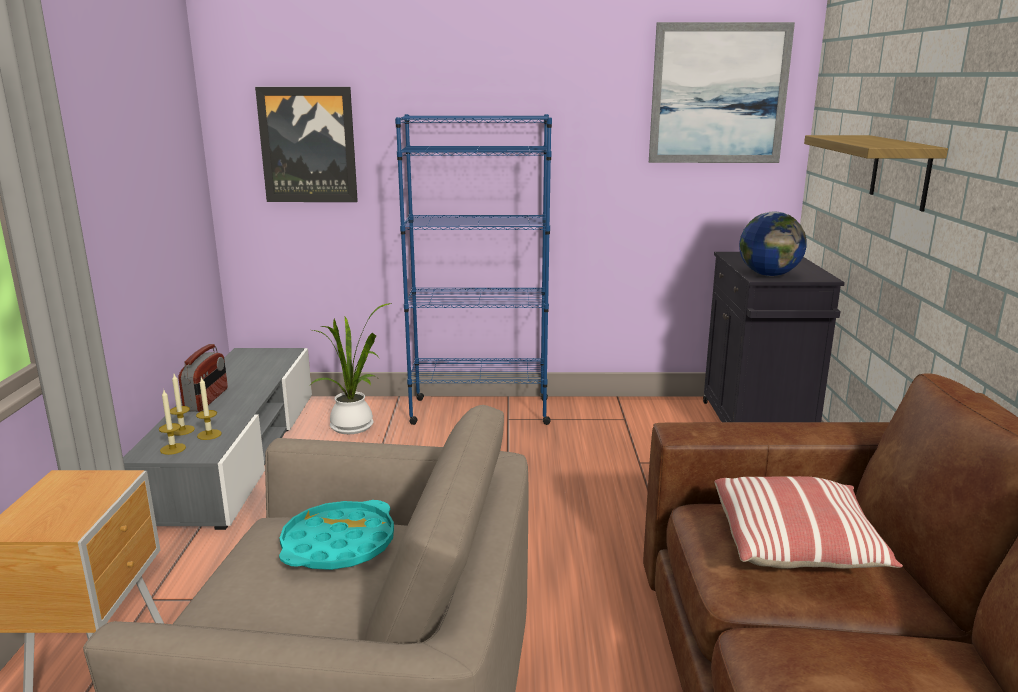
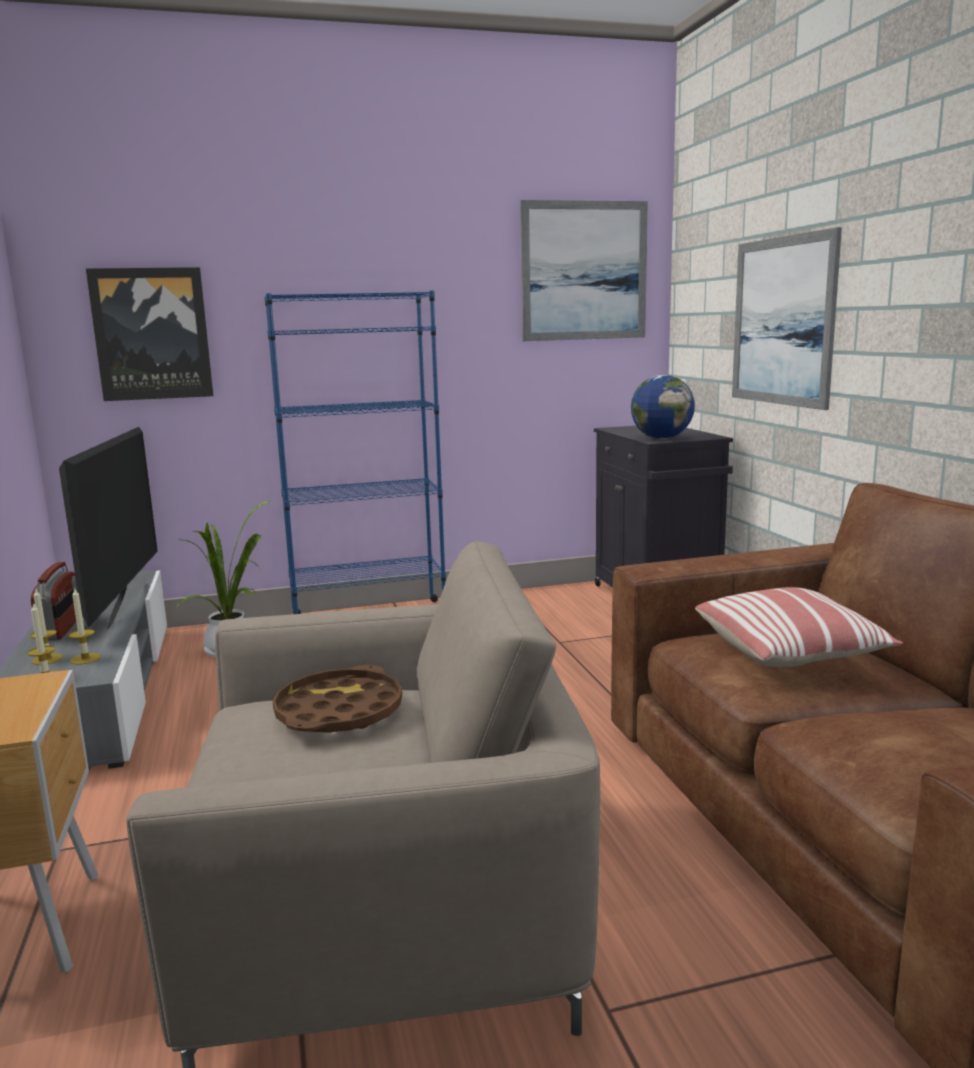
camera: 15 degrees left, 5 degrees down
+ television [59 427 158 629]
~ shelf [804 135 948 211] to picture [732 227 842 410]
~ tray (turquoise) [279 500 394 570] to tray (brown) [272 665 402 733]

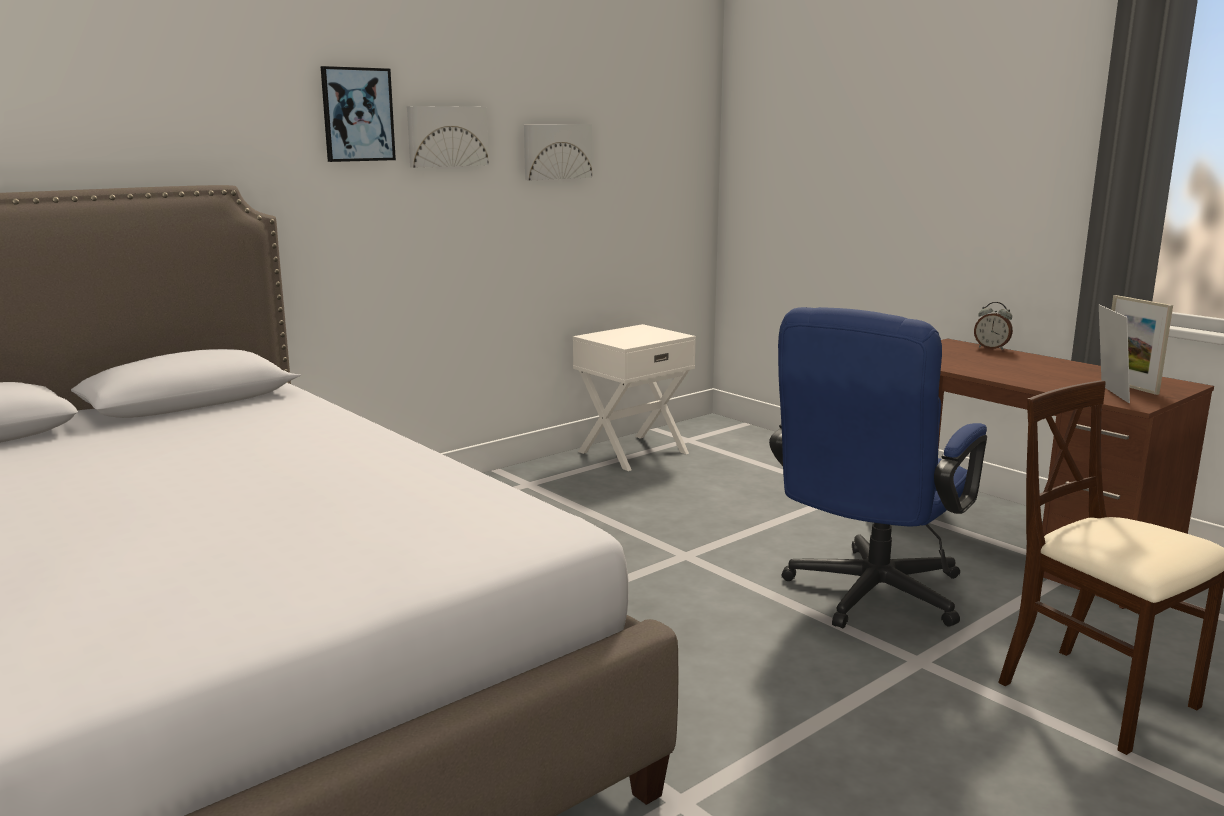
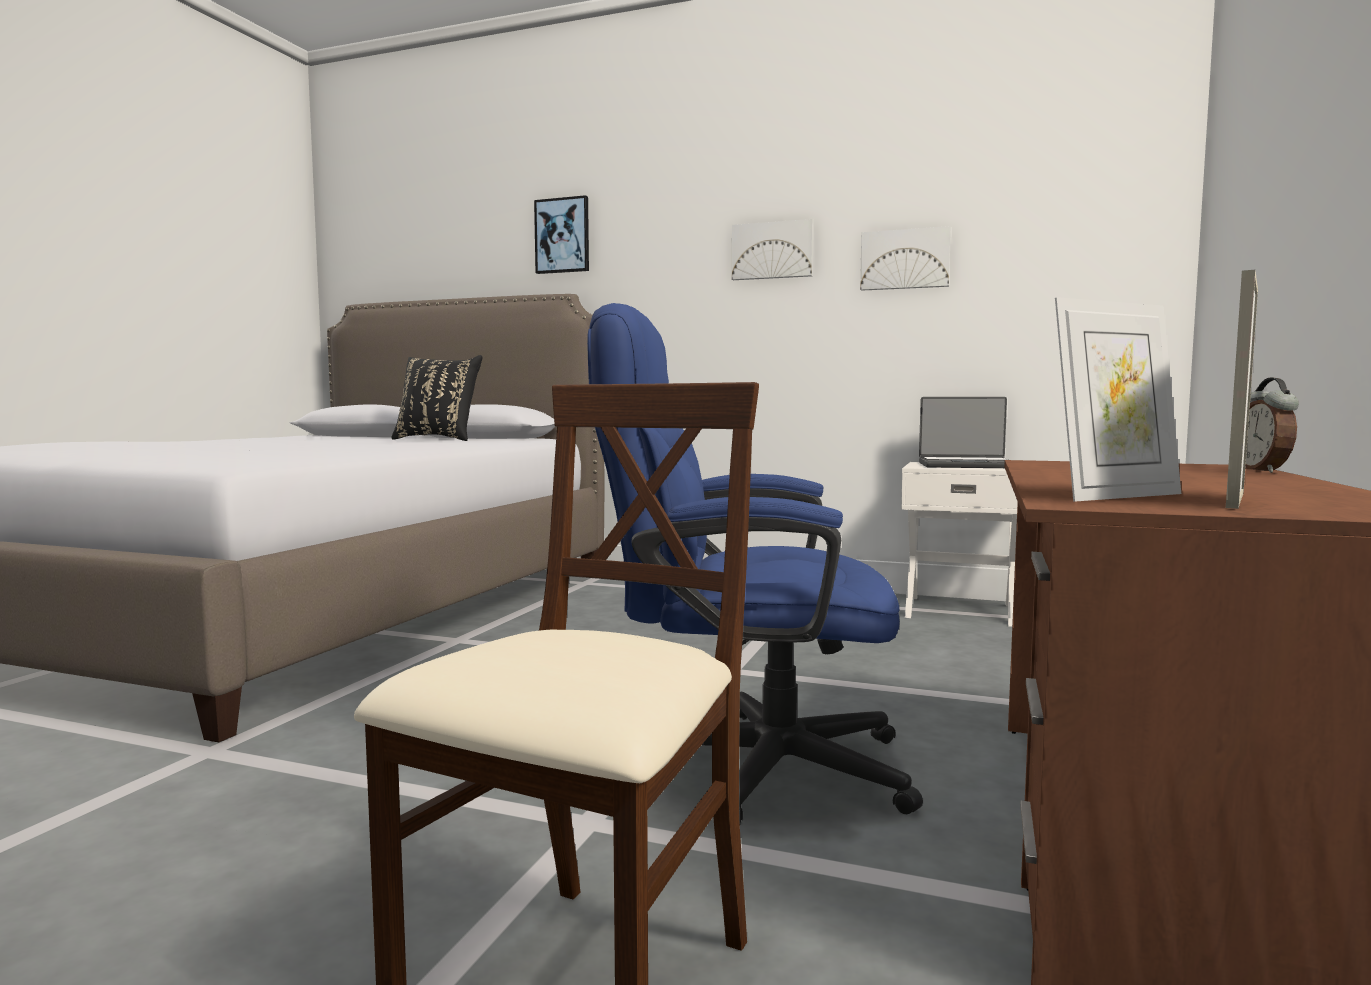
camera: 60 degrees right, 10 degrees down
+ pillow (black) [391 355 482 441]
+ laptop [919 397 1008 468]
~ picture [321 66 396 162] to [534 195 589 274]

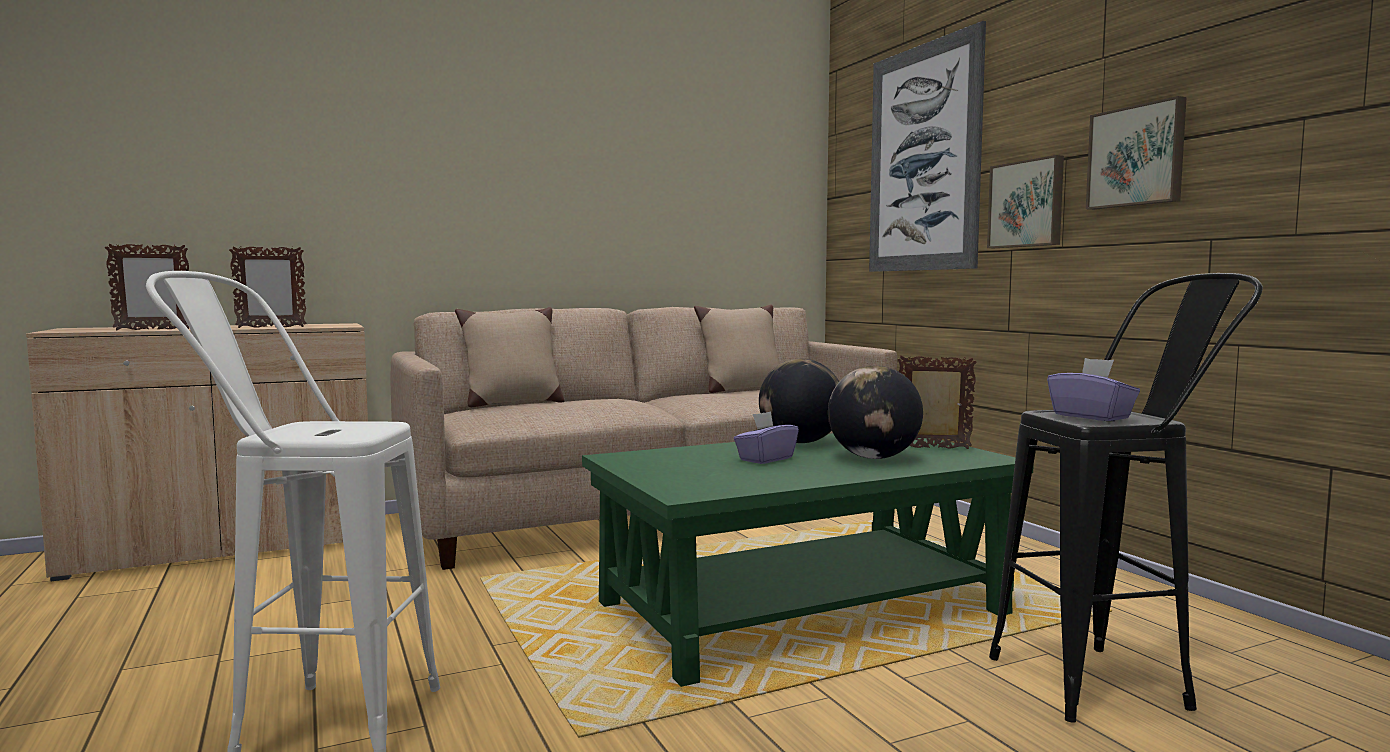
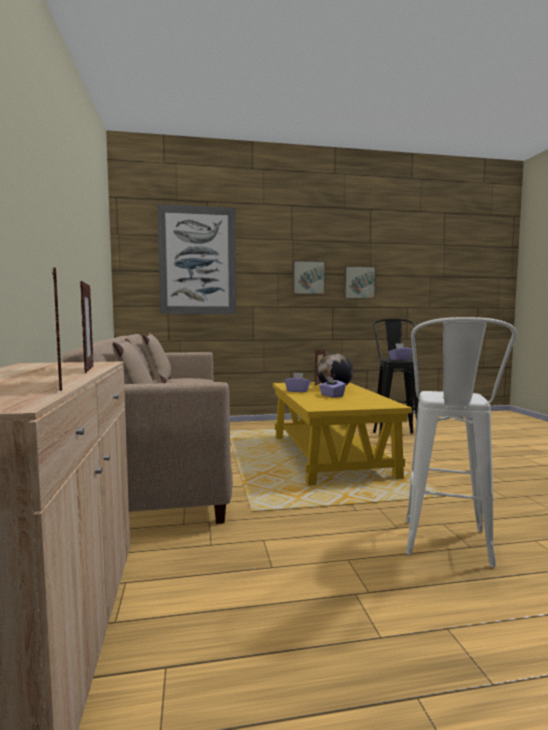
camera: 75 degrees left, 0 degrees up
~ picture [987 155 1064 248] to [343 266 376 299]
~ globe [759 359 839 443] to tissue box (purple) [285 373 310 392]
~ coffee table (green) [582 433 1034 687] to coffee table (yellow) [273 382 412 485]

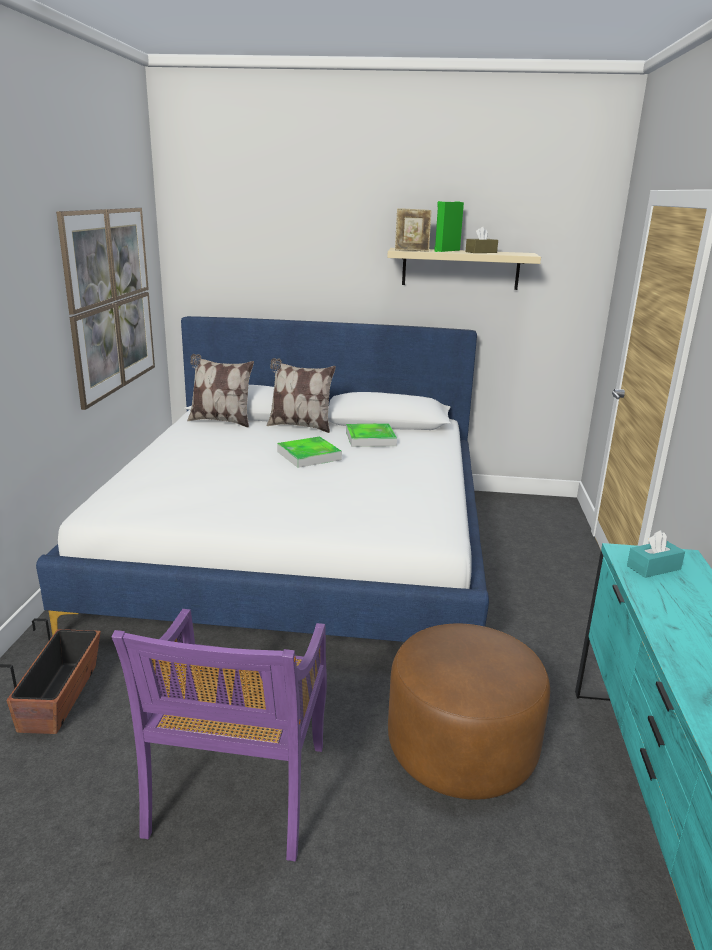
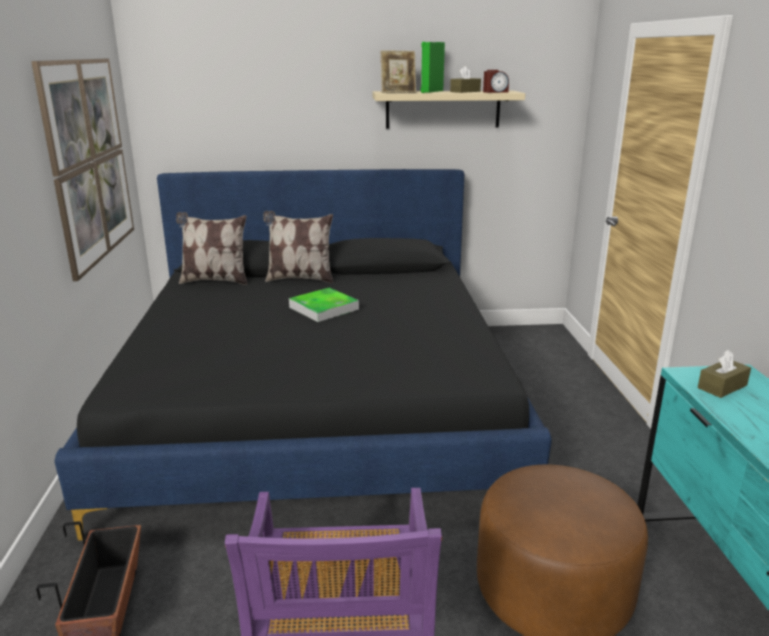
camera: 10 degrees left, 0 degrees up
- tray [346 423 397 447]
+ alarm clock [483 70 509 93]
~ bed (white) [36 316 489 642] to bed (black) [55 169 552 541]
~ tissue box (turquoise) [627 530 685 578] to tissue box (brown) [698 350 751 398]

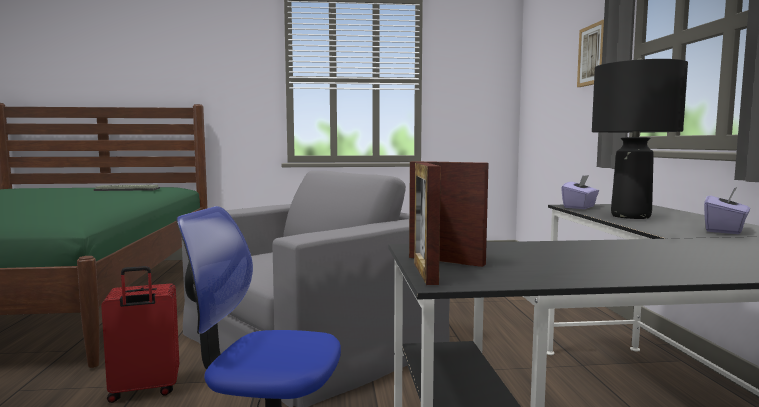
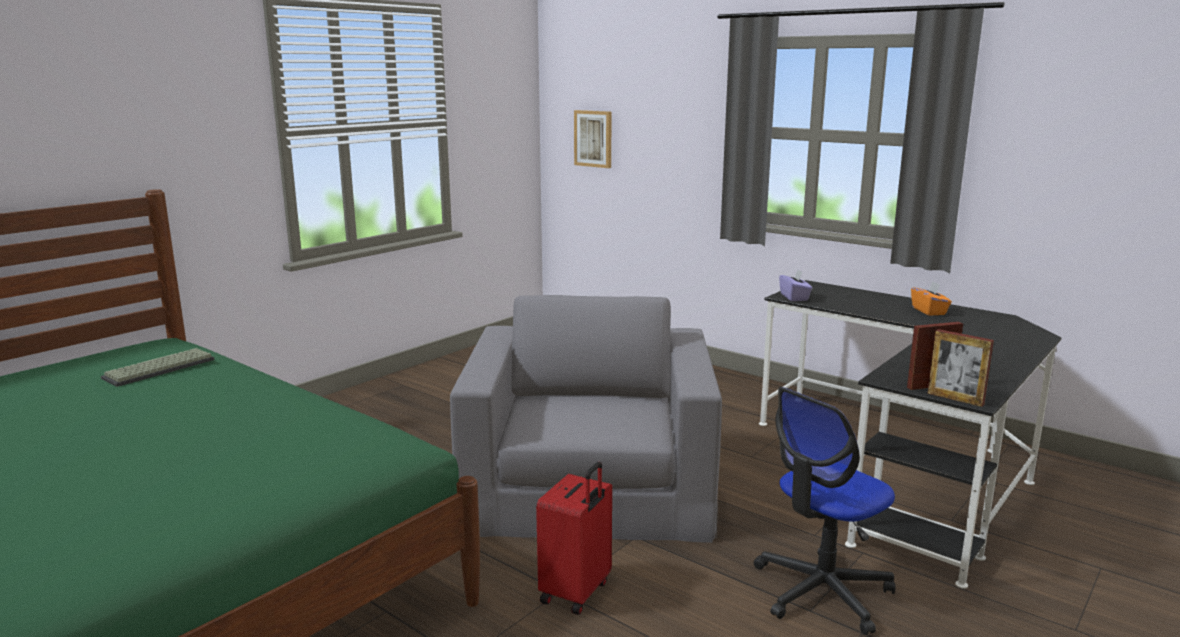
camera: 45 degrees left, 10 degrees up
- table lamp (black) [592 58 688 219]
~ picture [577 19 604 87] to [574 110 612 168]
~ tissue box (purple) [704 187 750 234] to tissue box (orange) [911 282 952 316]

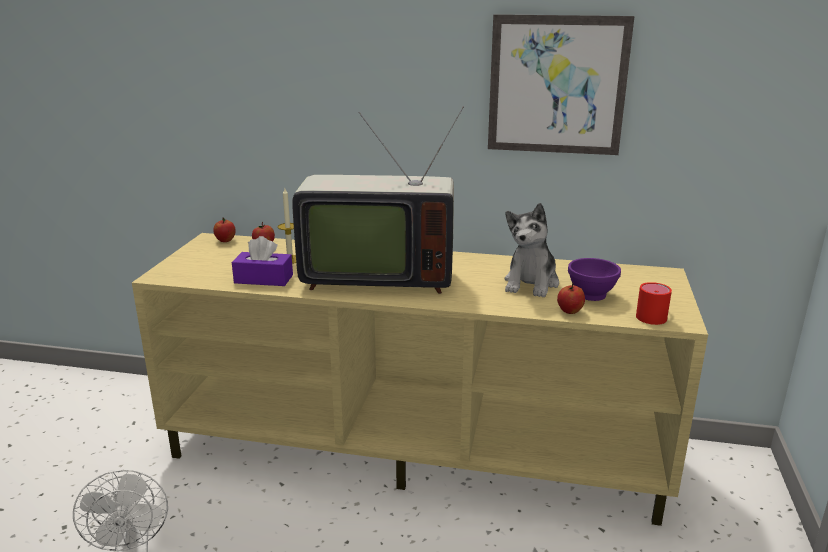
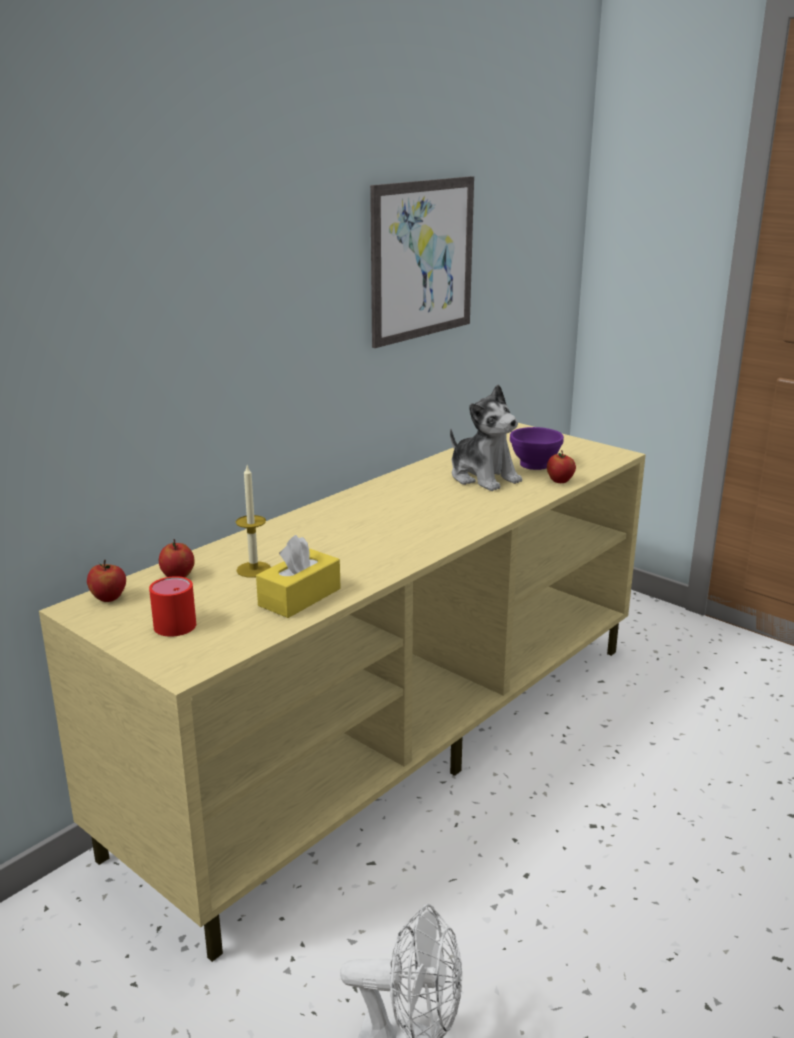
camera: 60 degrees left, 0 degrees up
- television [292 106 464 294]
~ mug (red) [636 282 672 325] to [149 576 196 637]
~ tissue box (purple) [232 236 293 286] to tissue box (yellow) [256 535 341 618]

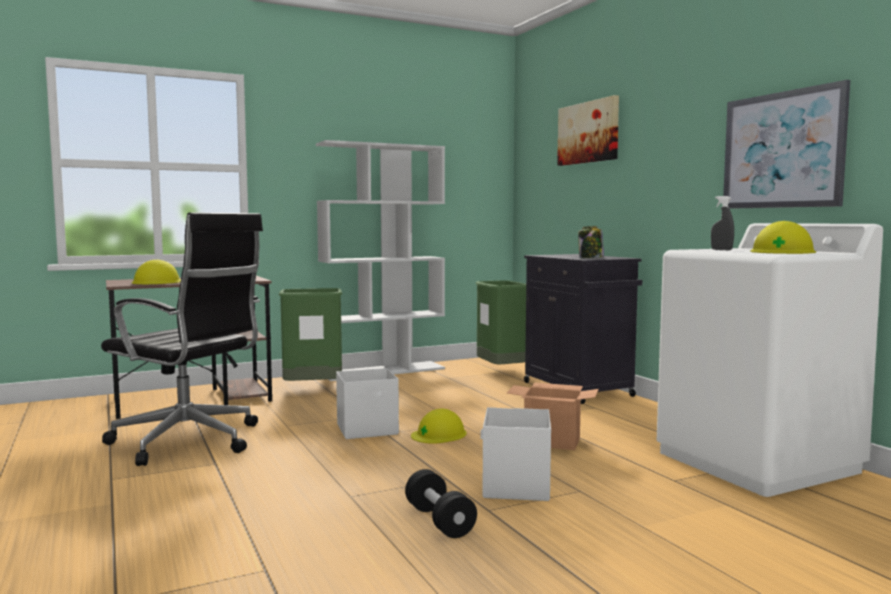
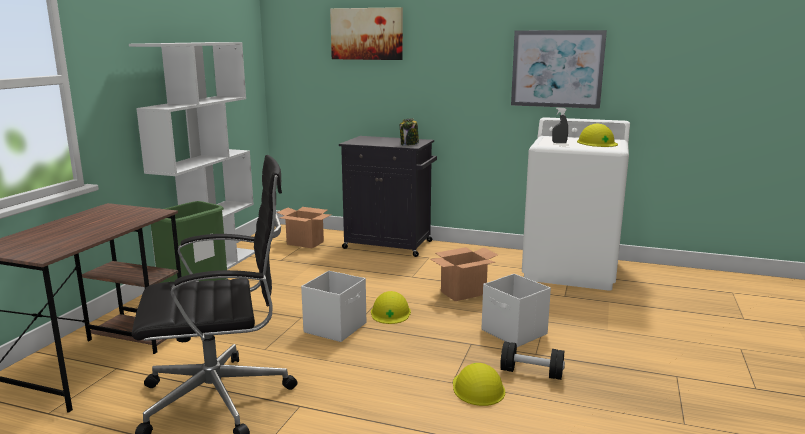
camera: 45 degrees left, 10 degrees up
~ hard hat (yellow) [132 260 181 284] to [453 363 505 406]
~ trash can (green) [476 280 526 364] to cardboard box [276 207 332 248]

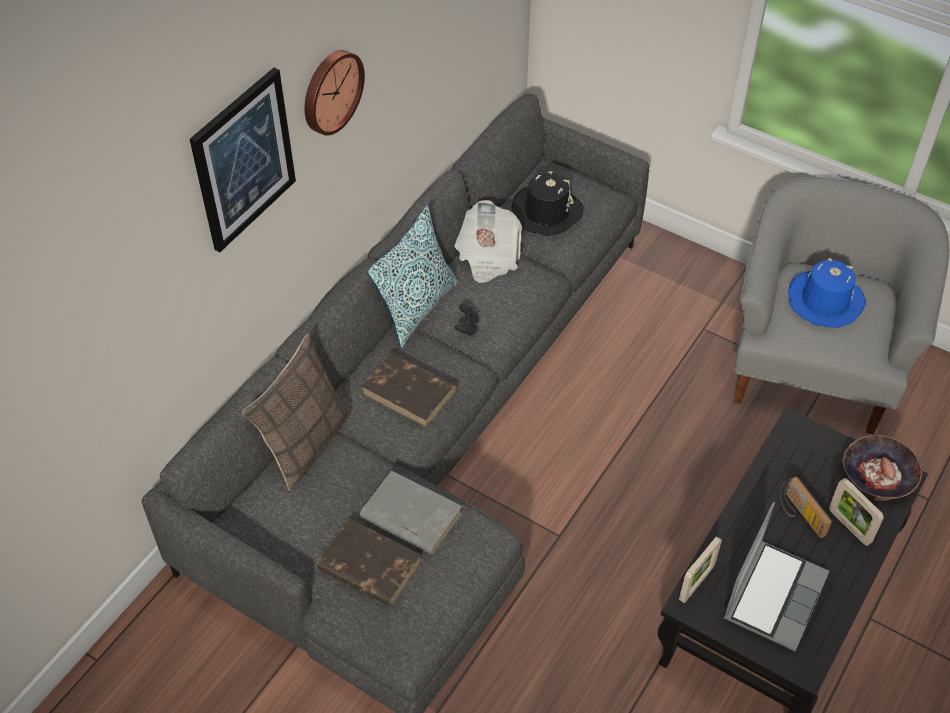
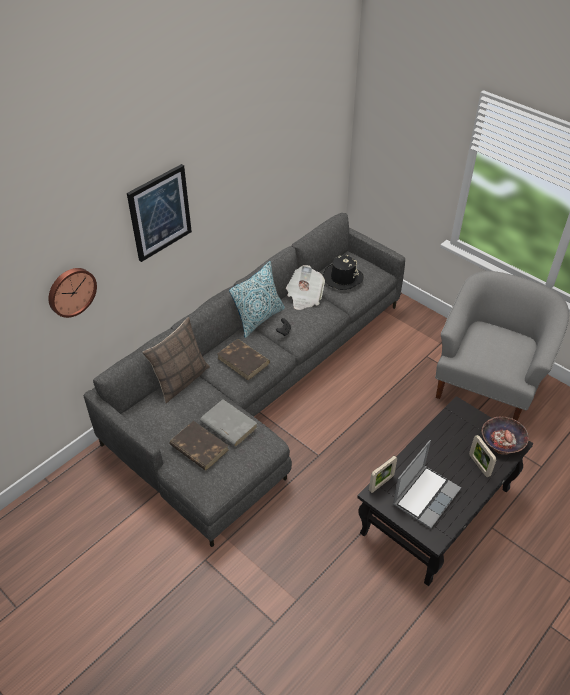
camera: 10 degrees right, 5 degrees down
- radio [780 476 832 538]
- hat (blue) [788 258 866 328]
~ wall clock [305 50 365 136] to [48 268 97 318]

